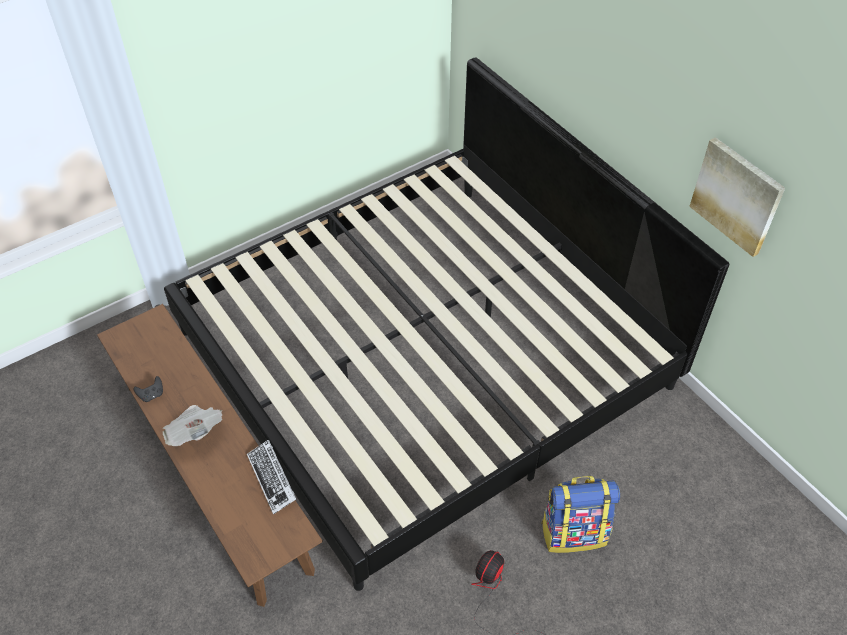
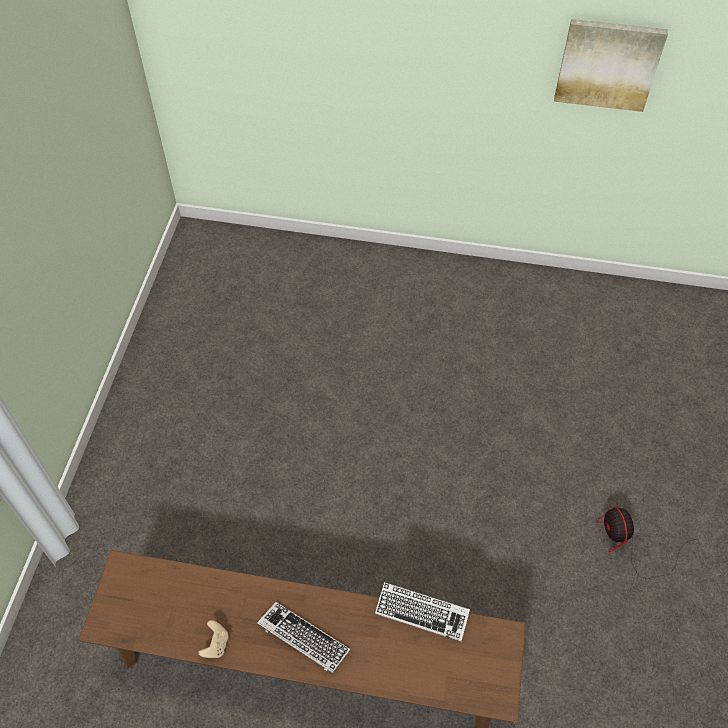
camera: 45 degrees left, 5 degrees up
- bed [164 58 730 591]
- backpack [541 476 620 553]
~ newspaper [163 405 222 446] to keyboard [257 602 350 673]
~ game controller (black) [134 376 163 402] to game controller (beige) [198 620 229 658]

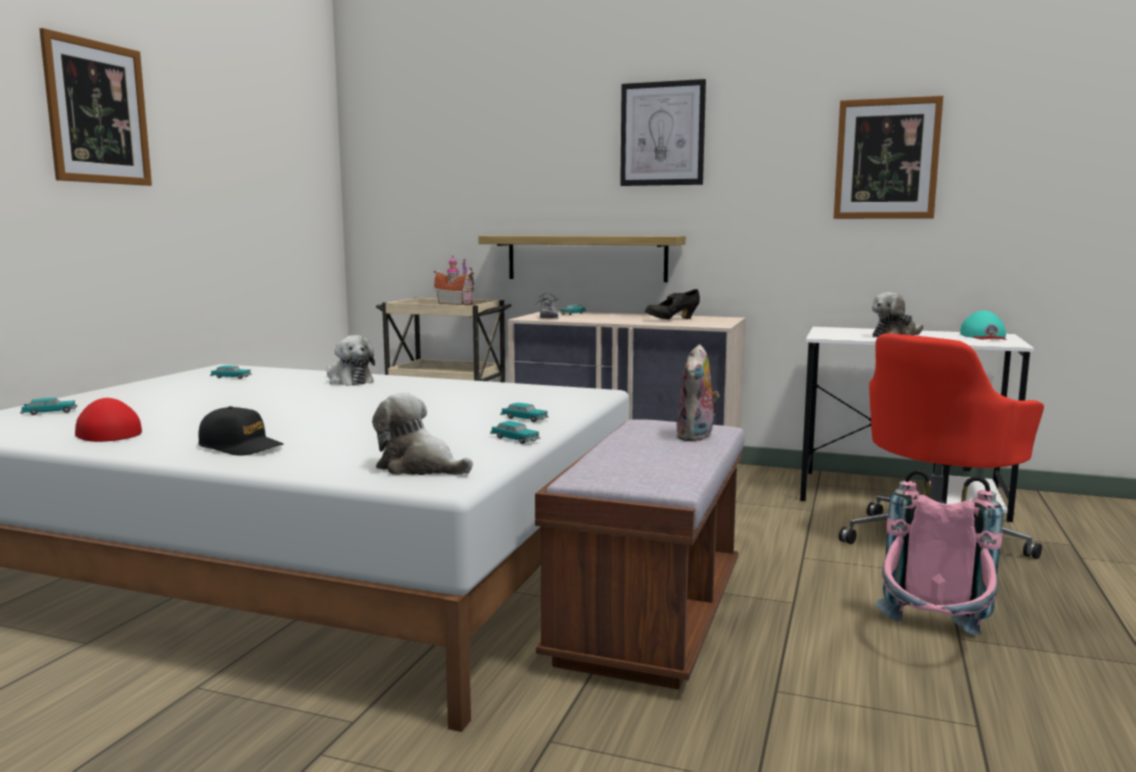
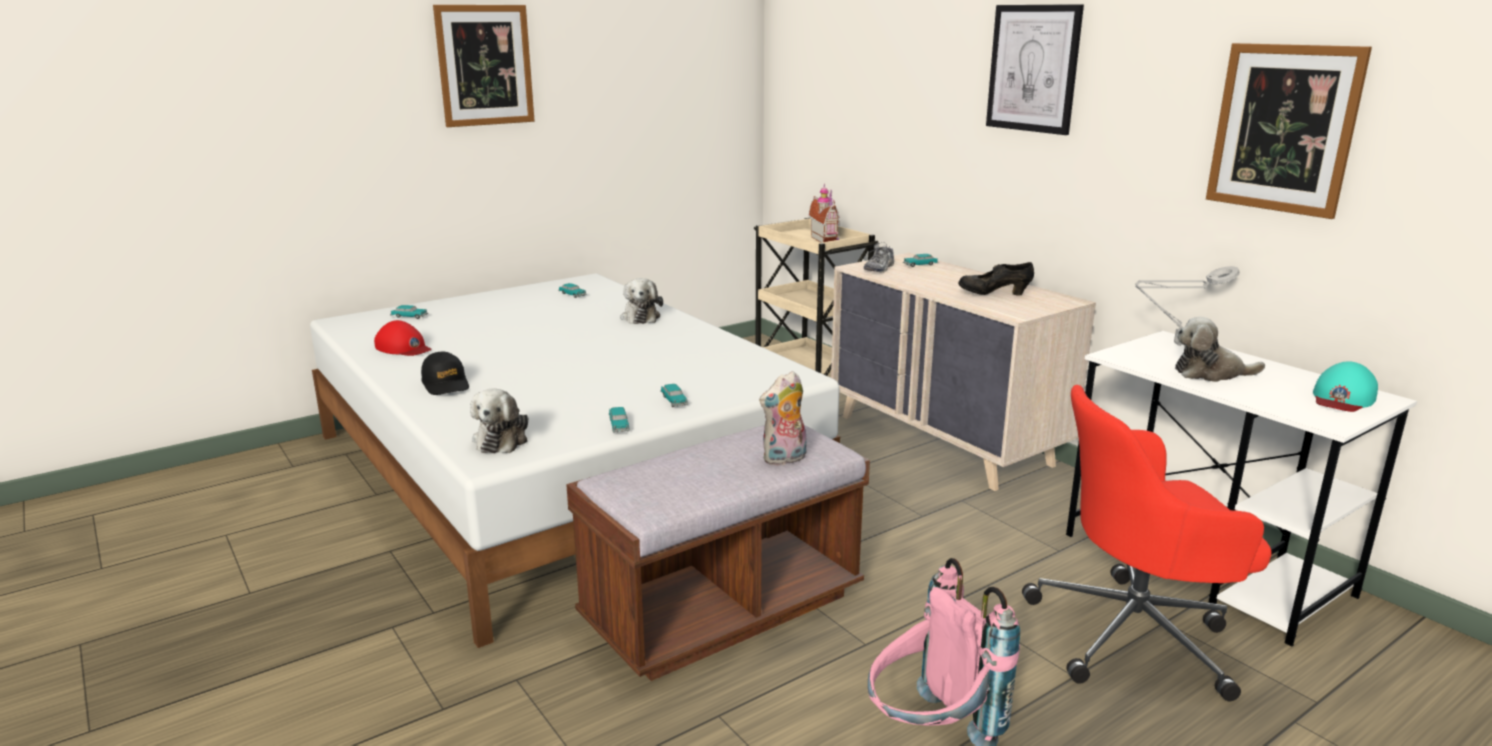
camera: 35 degrees right, 10 degrees up
- shelf [478 235 686 282]
+ table lamp (grey) [1135 266 1240 346]
~ cap (red) [75 398 142 442] = [374 320 432 356] 135 degrees clockwise
~ plush toy [372 392 473 475] = [470 389 528 453] 150 degrees counterclockwise

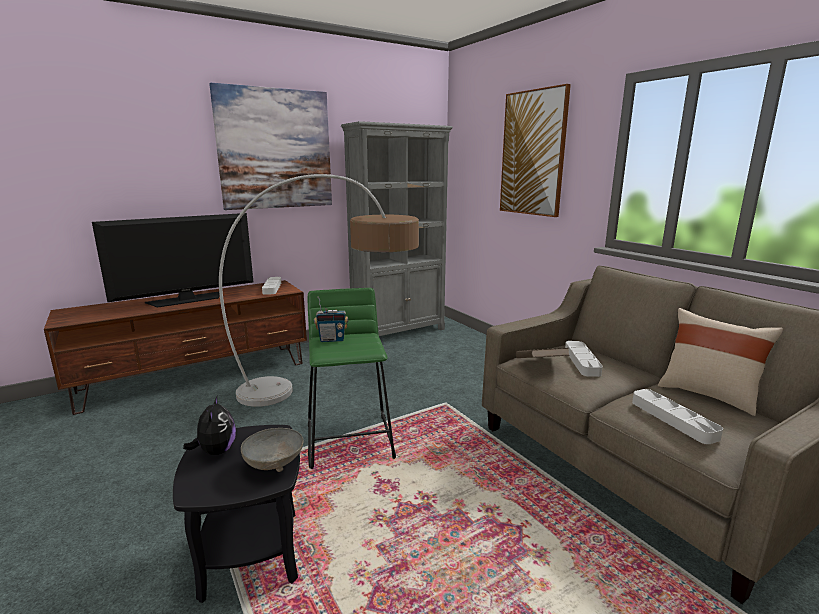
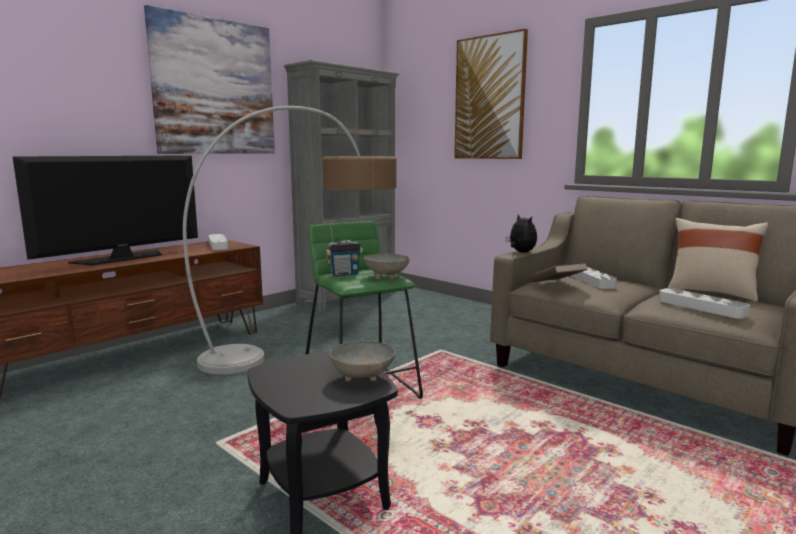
camera: 15 degrees left, 5 degrees down
+ bowl (grey) [364 254 410 279]
~ plush toy [183 396 236 455] to [506 214 537 252]

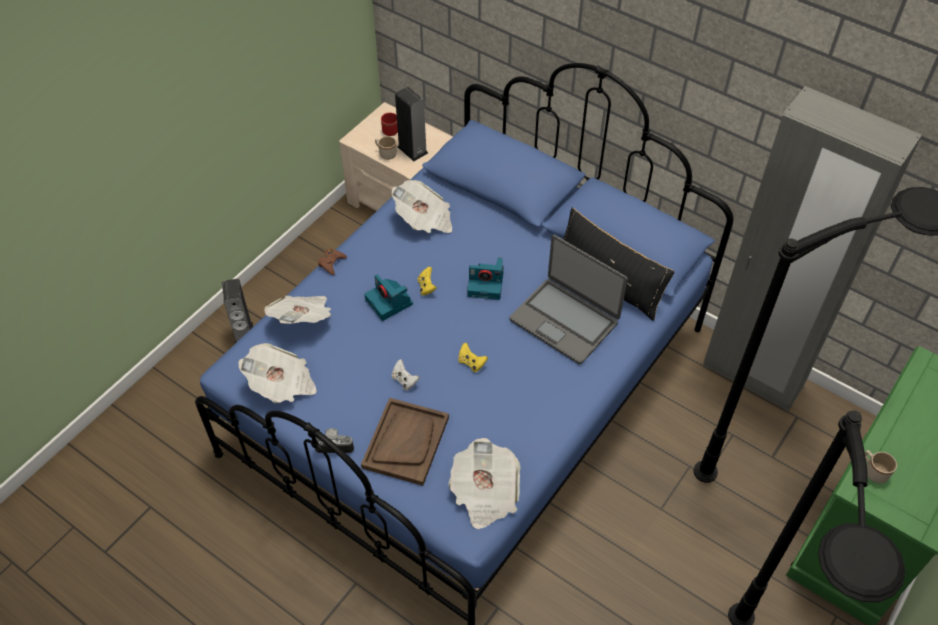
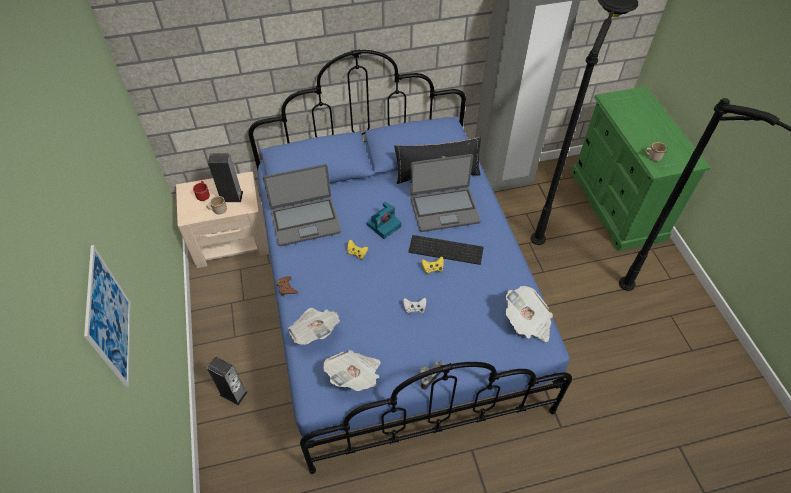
camera: 50 degrees left, 0 degrees up
- tray (brown) [361 398 449 486]
- photo camera [365 274 413 321]
+ picture [84 245 130 387]
+ keyboard [408 235 483 265]
~ newspaper [391 180 452 233] to laptop [263 164 341 246]

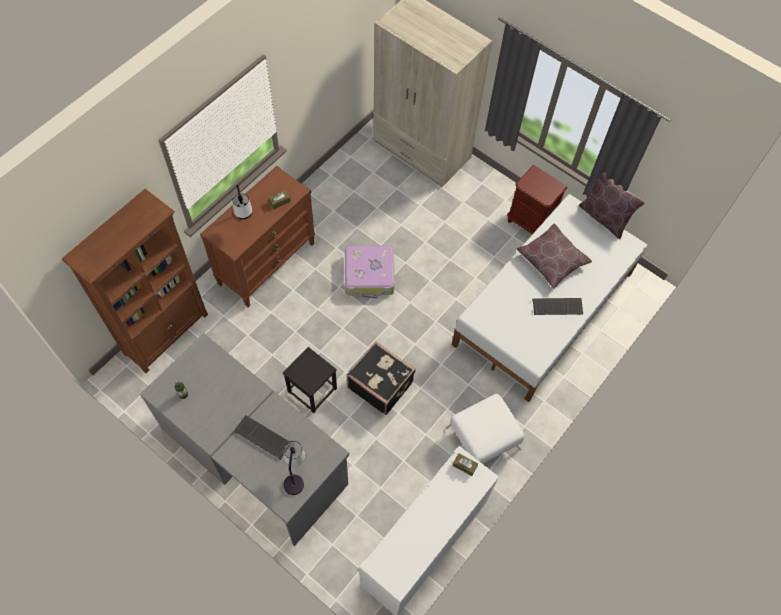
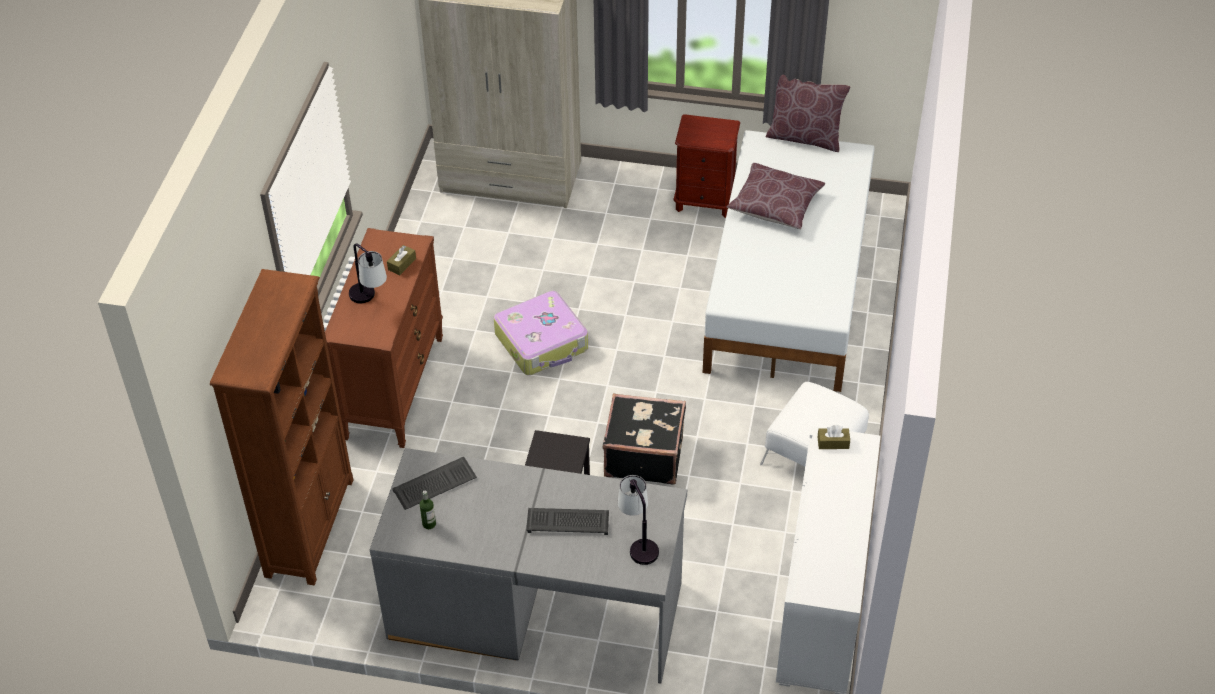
camera: 25 degrees left, 15 degrees down
~ keyboard [532 298 583 315] to [392 457 477 510]

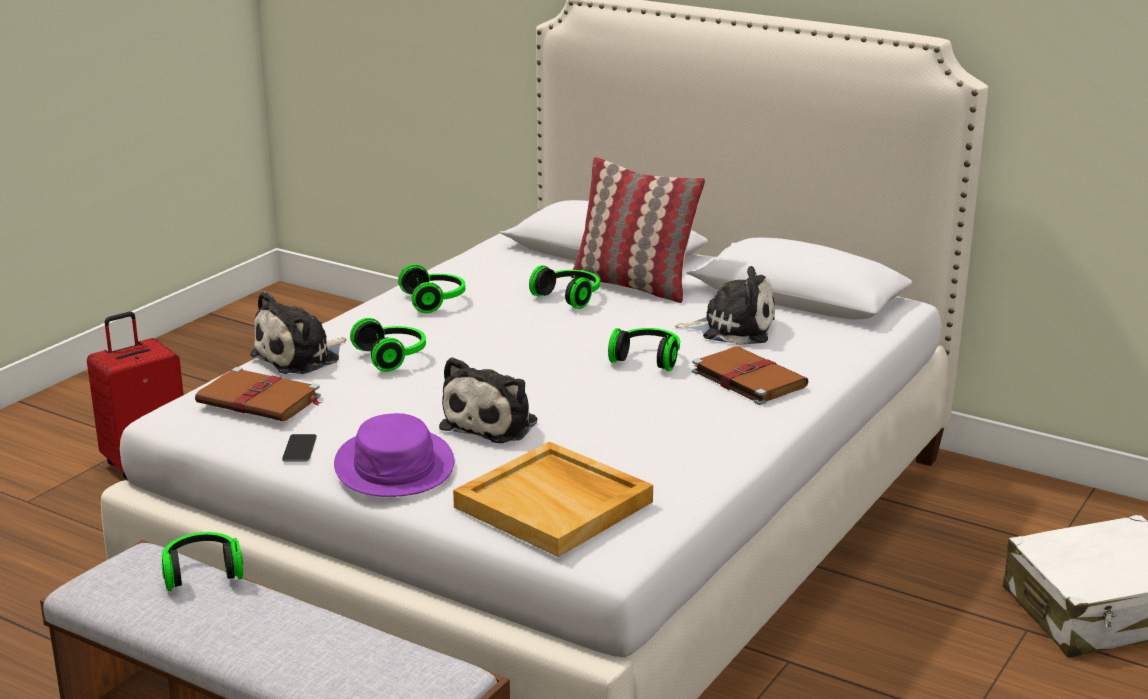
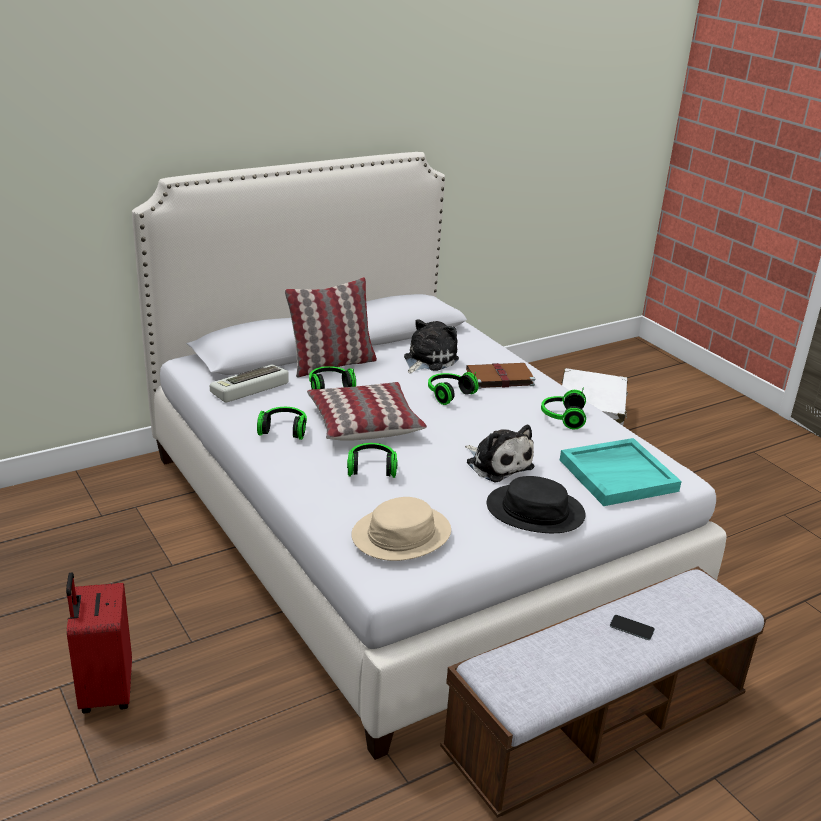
camera: 65 degrees left, 5 degrees up
- plush toy [250 291 346 374]
+ keyboard [210 365 289 403]
+ pillow [307 382 427 441]
~ headphones [161 532 243 591] to [541 387 586 429]
~ phone [282 434 317 462] to [610 615 655 640]
~ book (brown) [195 367 322 421] to hat (beige) [351 497 451 561]
~ hat (purple) [334 413 454 497] to hat (black) [487 476 586 533]
~ tray (beige) [453 442 653 557] to tray (turquoise) [560 438 682 506]

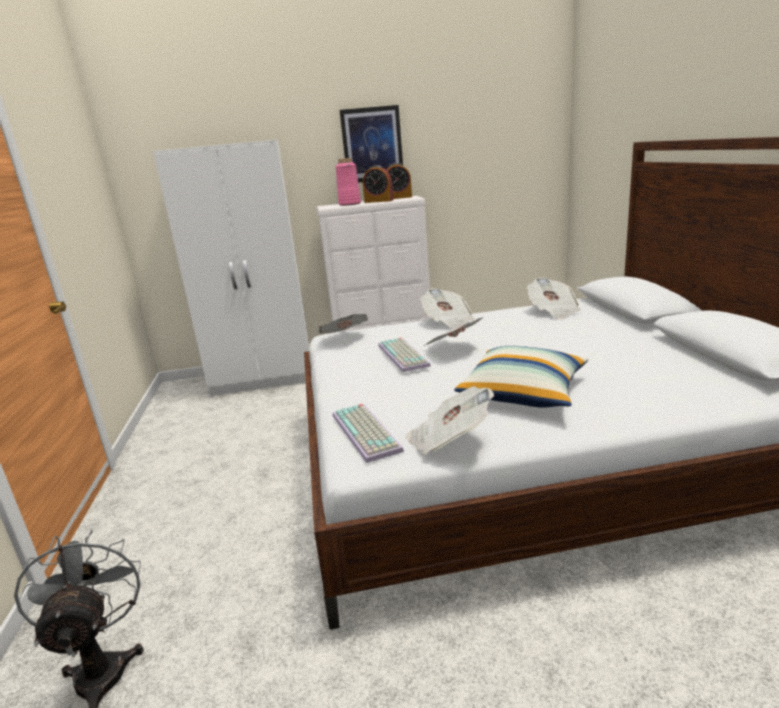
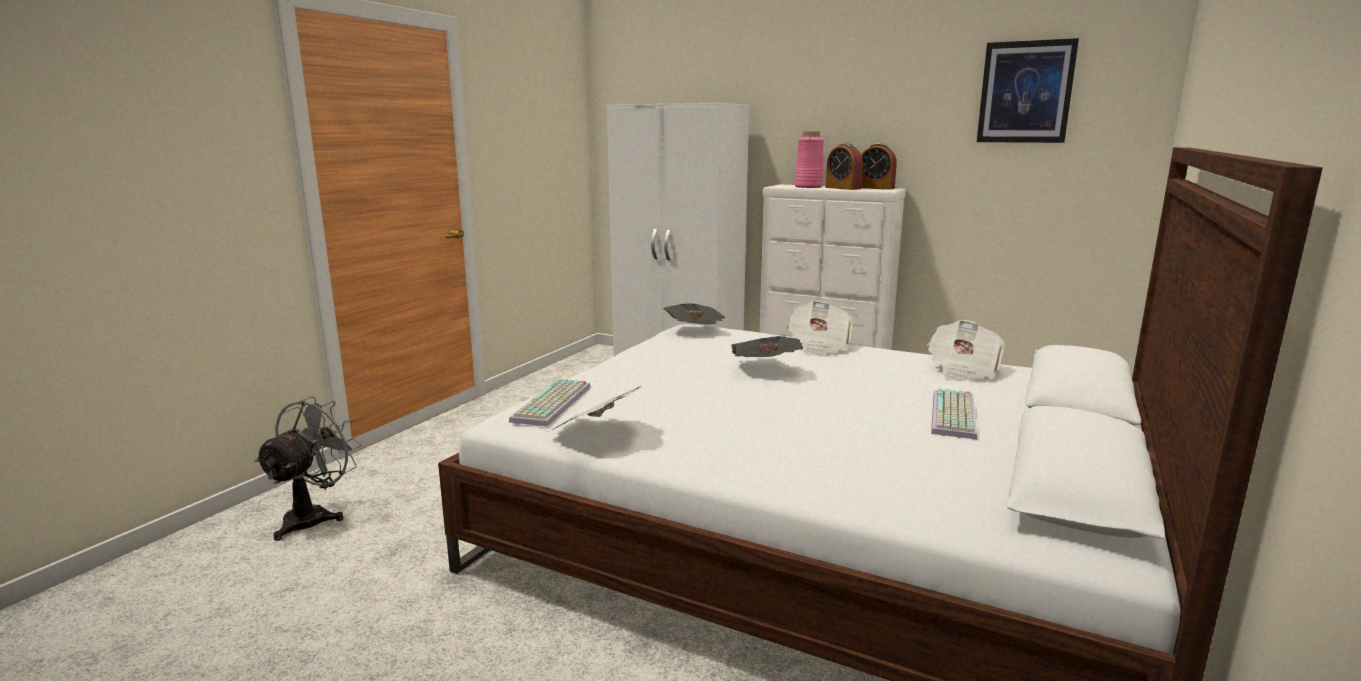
camera: 35 degrees right, 5 degrees down
- pillow [454 346 588 408]
~ picture [340 105 403 183] to [977 38 1079 143]
~ keyboard [378 338 431 372] to [931 389 977 440]

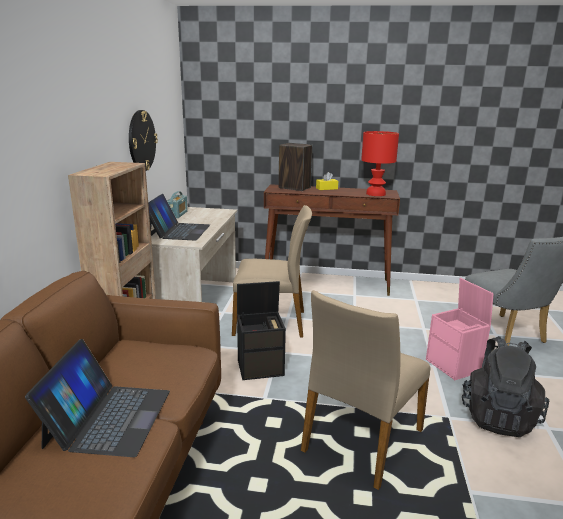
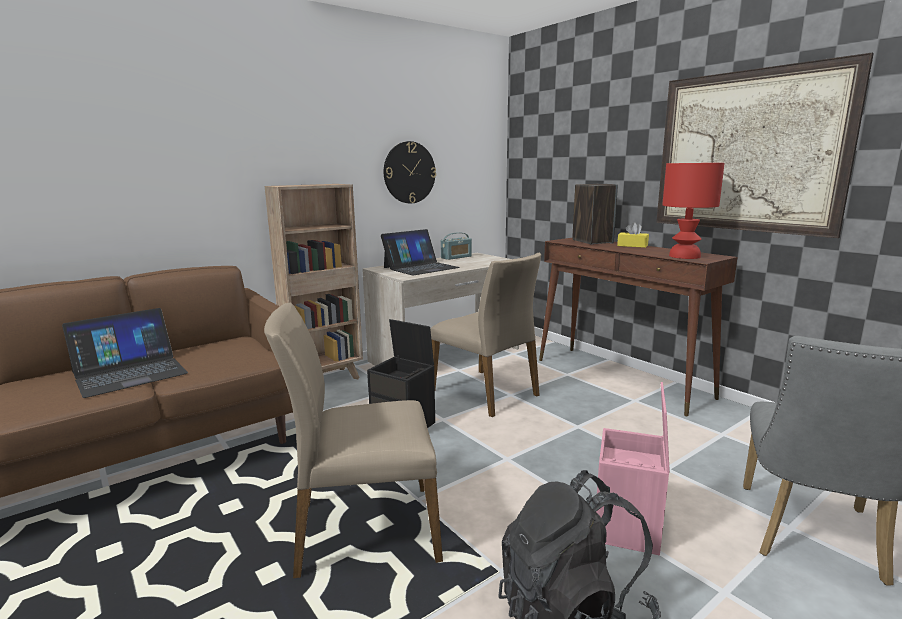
camera: 45 degrees right, 5 degrees down
+ picture [656 53 874 238]

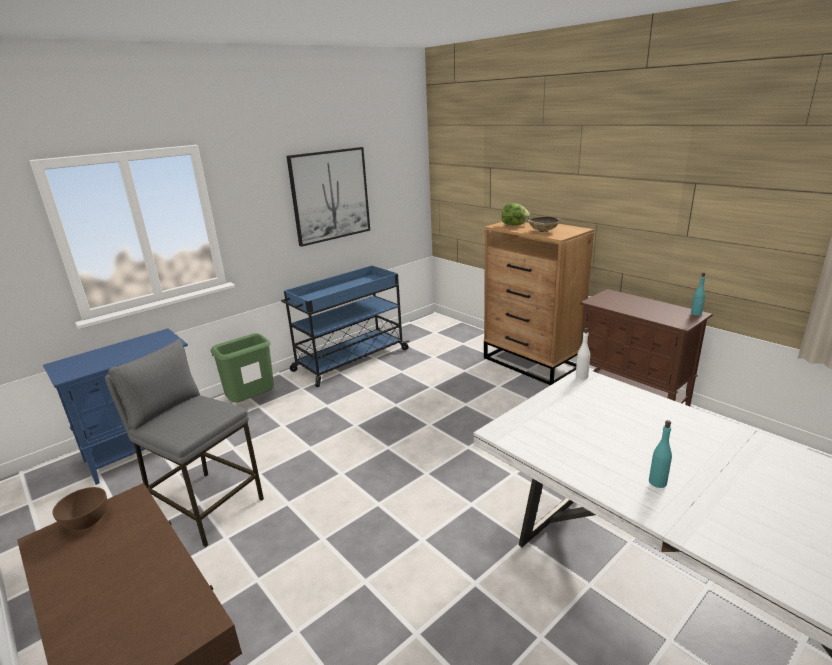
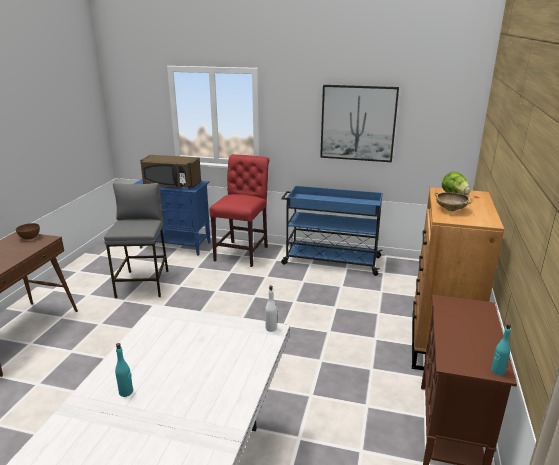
camera: 55 degrees right, 0 degrees up
+ microwave (brown) [140 155 201 188]
~ trash can (green) [211 333 274 404] to chair (red) [209 154 269 267]

